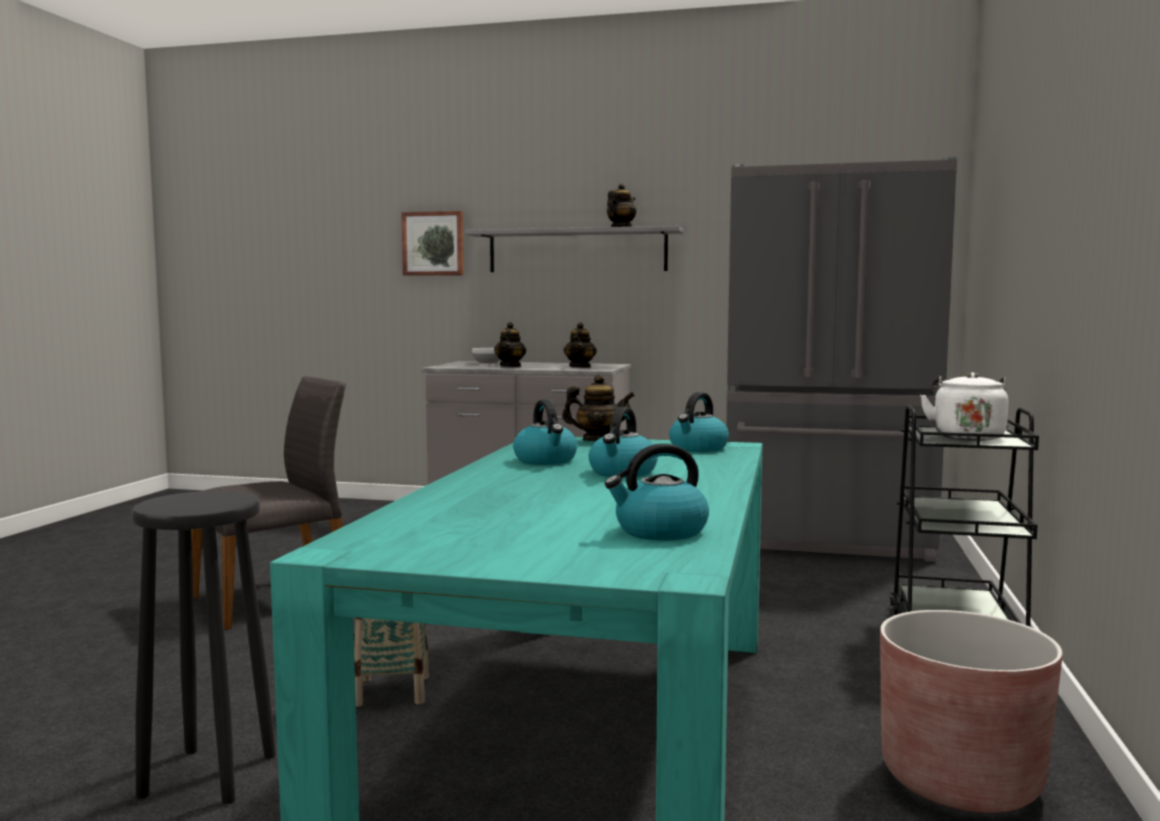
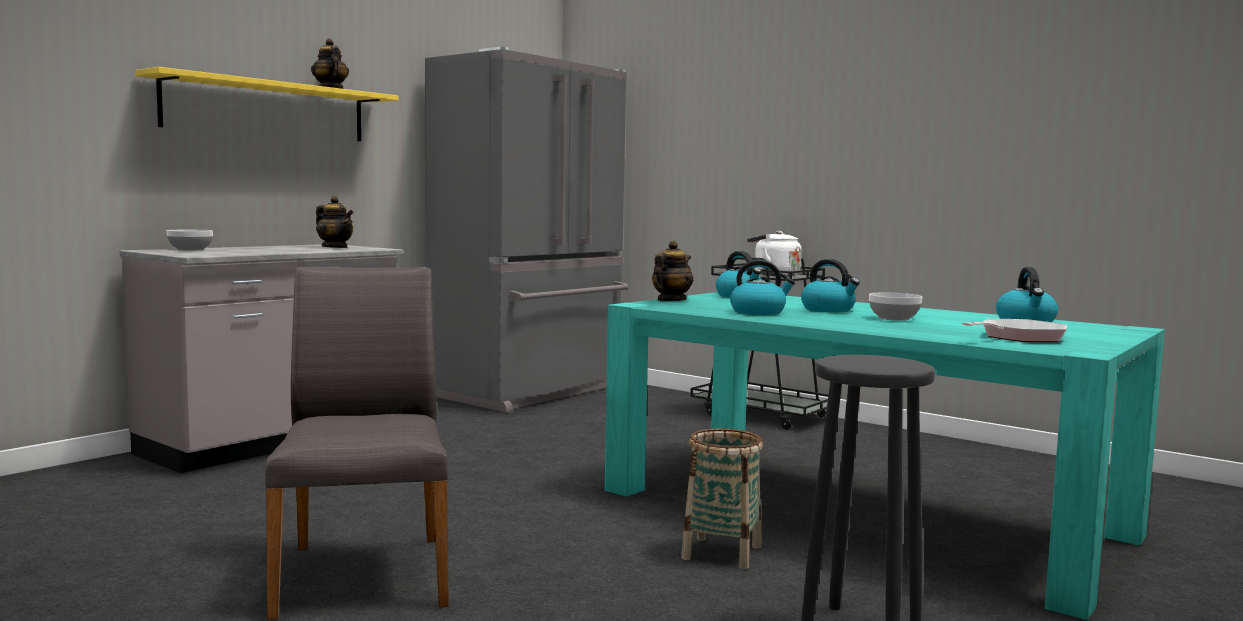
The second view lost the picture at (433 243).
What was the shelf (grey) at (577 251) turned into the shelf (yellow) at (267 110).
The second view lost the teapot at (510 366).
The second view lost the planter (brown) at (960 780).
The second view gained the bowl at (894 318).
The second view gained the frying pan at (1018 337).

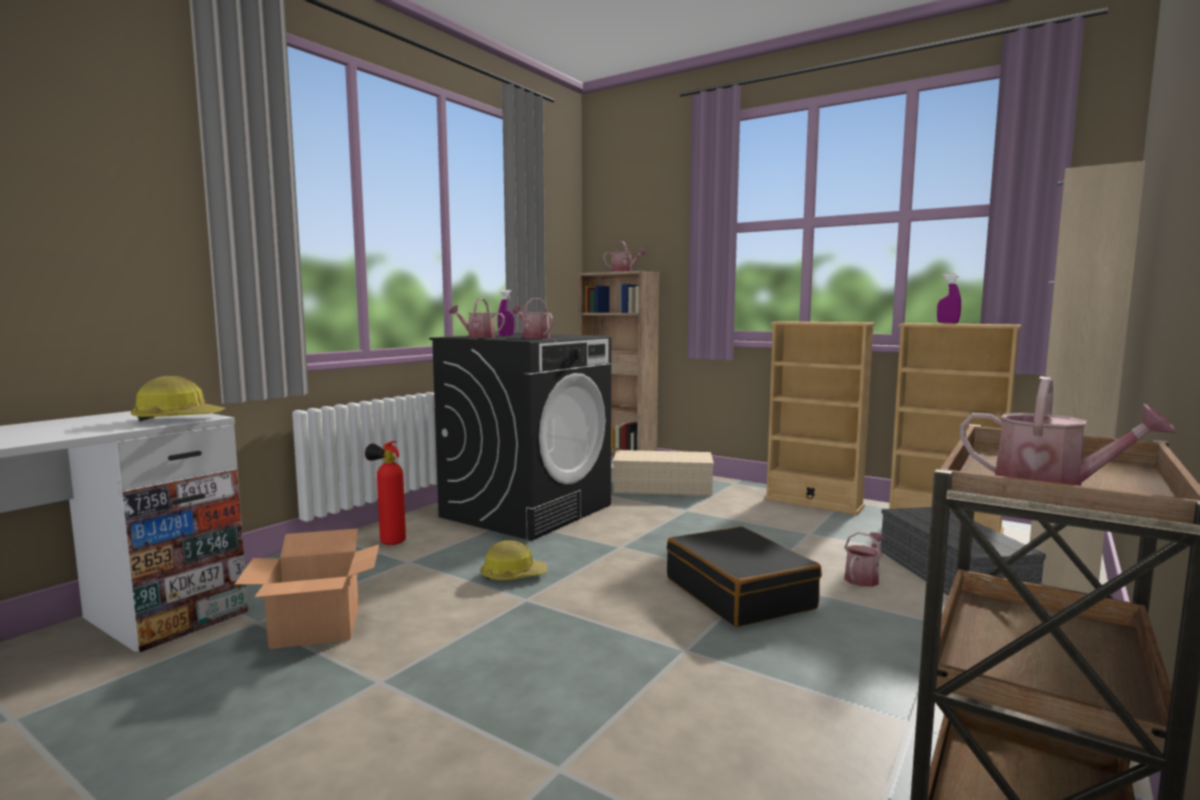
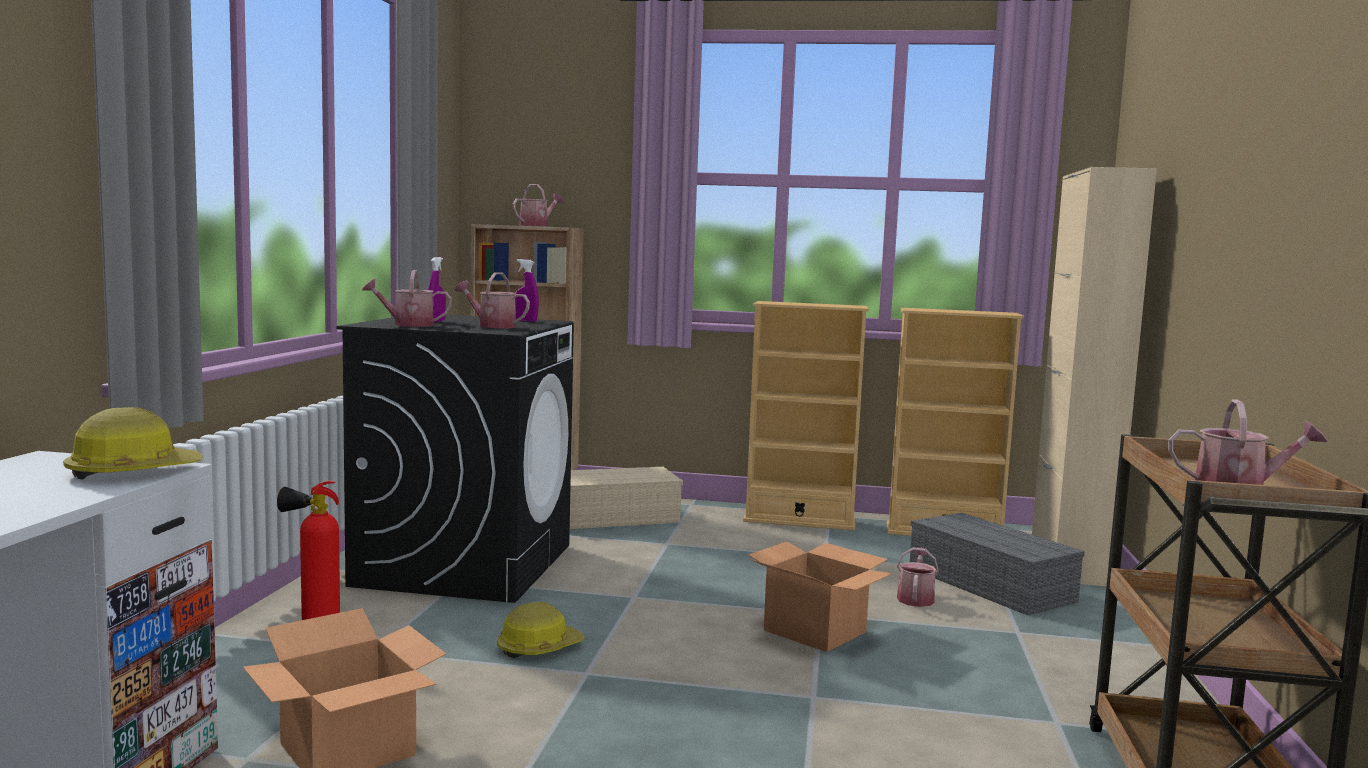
The spray bottle (purple) ended up elsewhere, having gone from (947 323) to (525 321).
Where the suitcase (black) stood at (739 593), the cardboard box came to stand at (813 631).

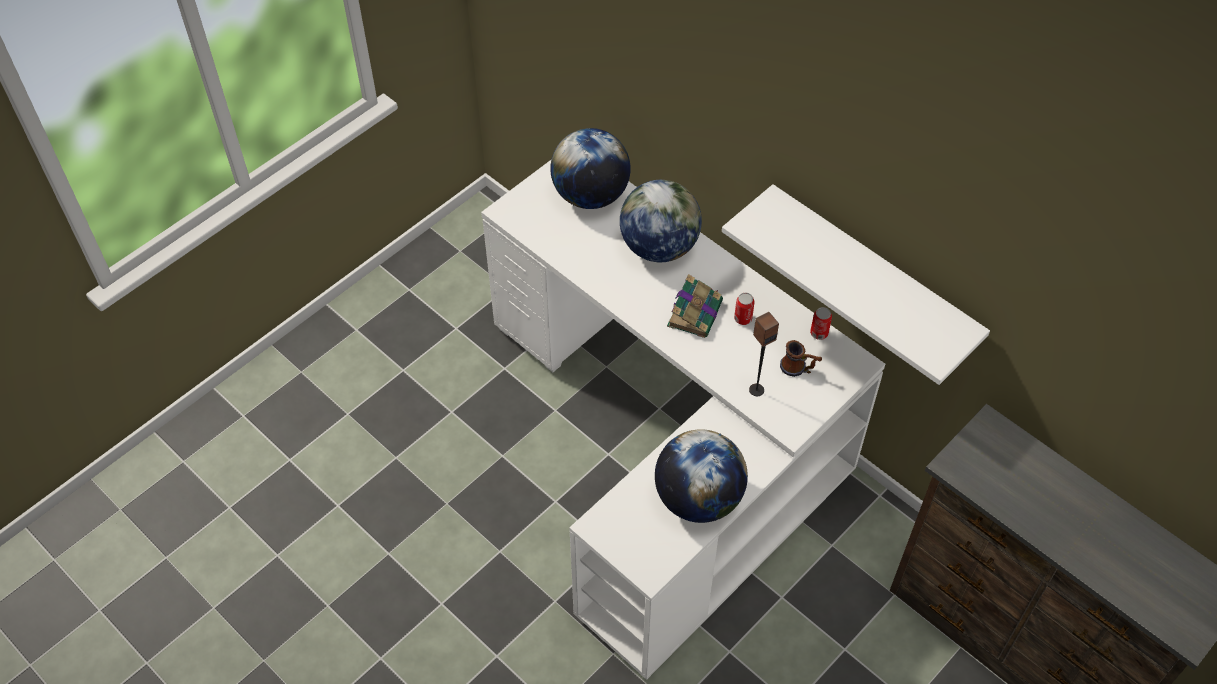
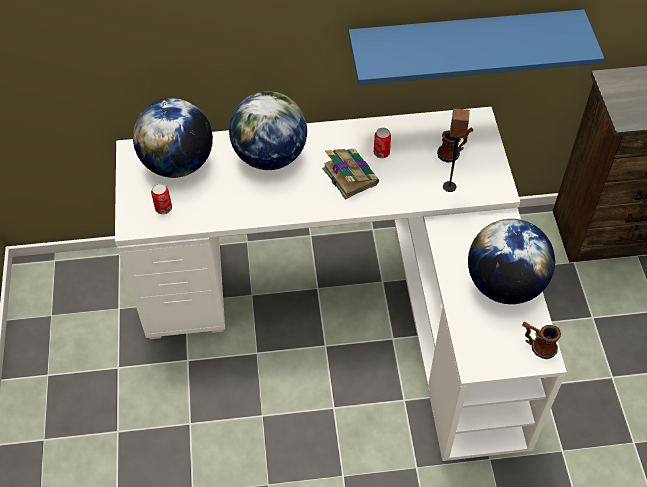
What was the shelf (white) at (871 276) turned into the shelf (blue) at (463 43).
The can ended up elsewhere, having gone from (819 333) to (163 208).
The second view gained the mug at (537 345).

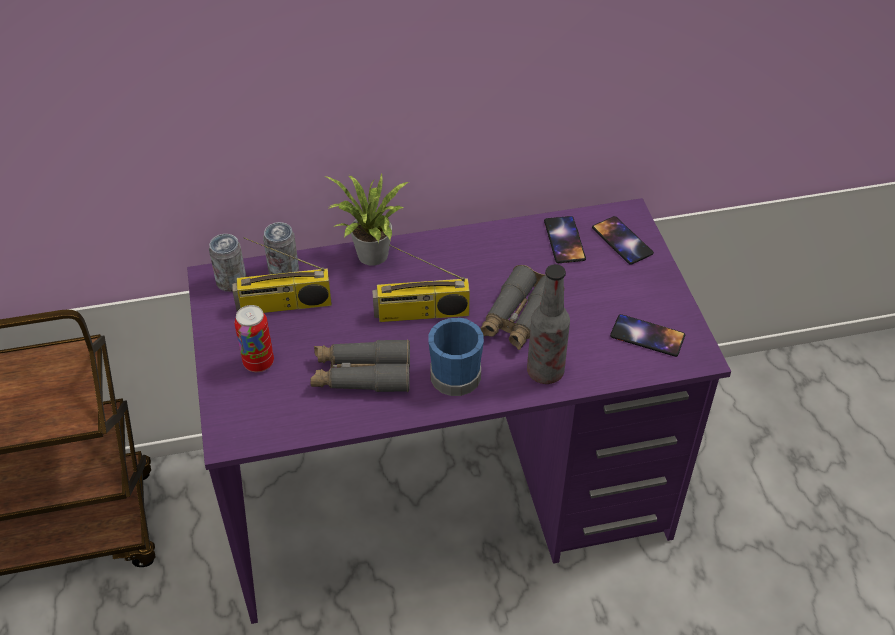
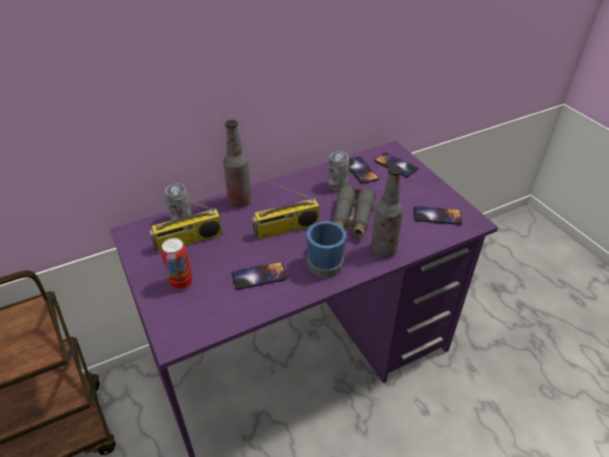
Where the potted plant stood at (371 257), the bottle came to stand at (239 201).
The can ended up elsewhere, having gone from (231 282) to (337 185).
Where the binoculars (grey) stood at (361 375), the phone came to stand at (259 276).

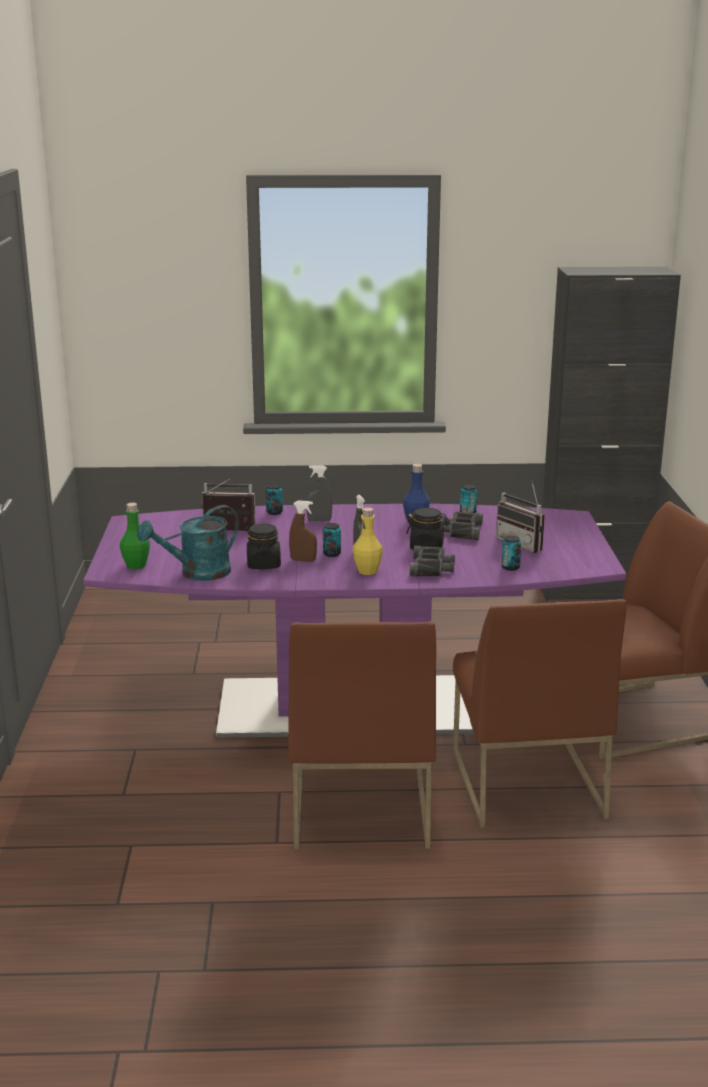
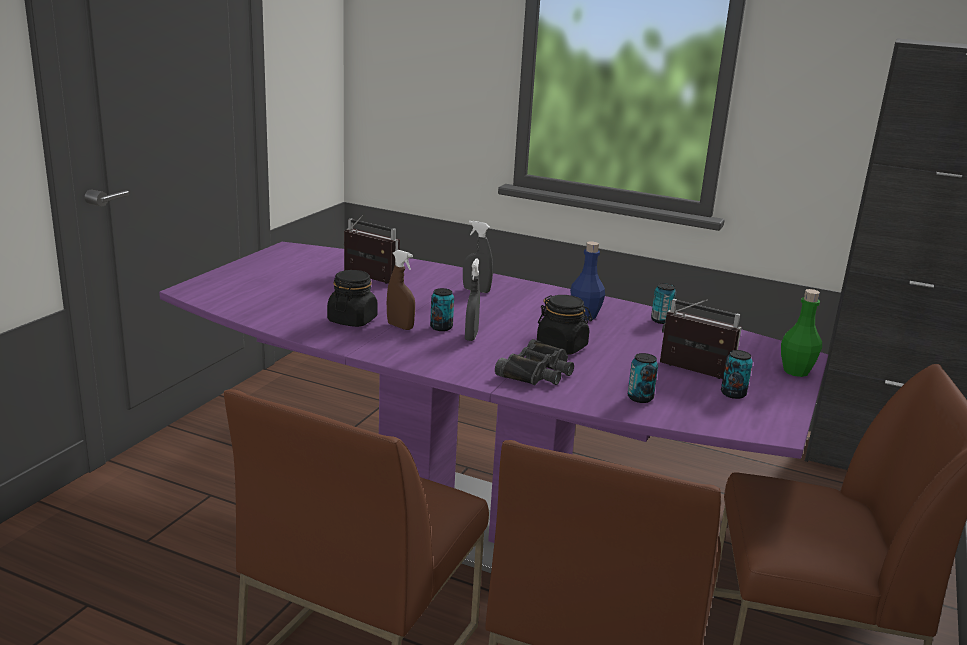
The radio at (523 544) ended up facing another way, 135 degrees clockwise from before.
The can ended up elsewhere, having gone from (274 512) to (733 394).
The bottle (green) ended up elsewhere, having gone from (136 565) to (796 371).
The second view lost the watering can (turquoise) at (197 573).
The second view lost the bottle (yellow) at (367 571).
The second view lost the binoculars (black) at (461 531).

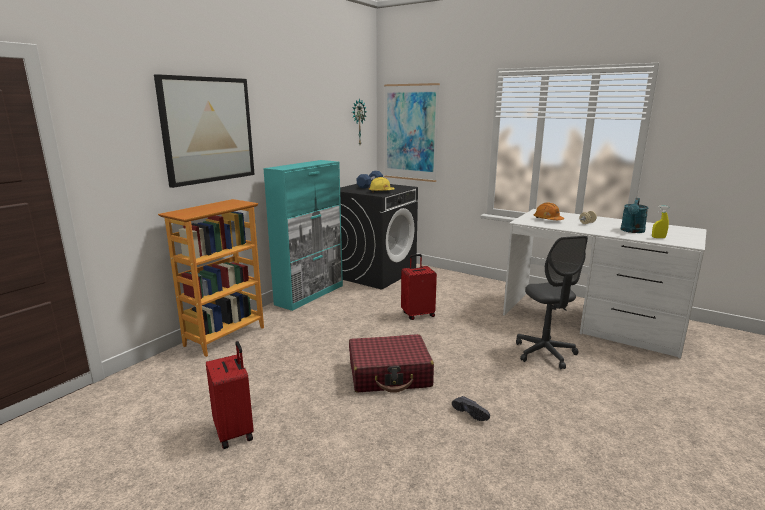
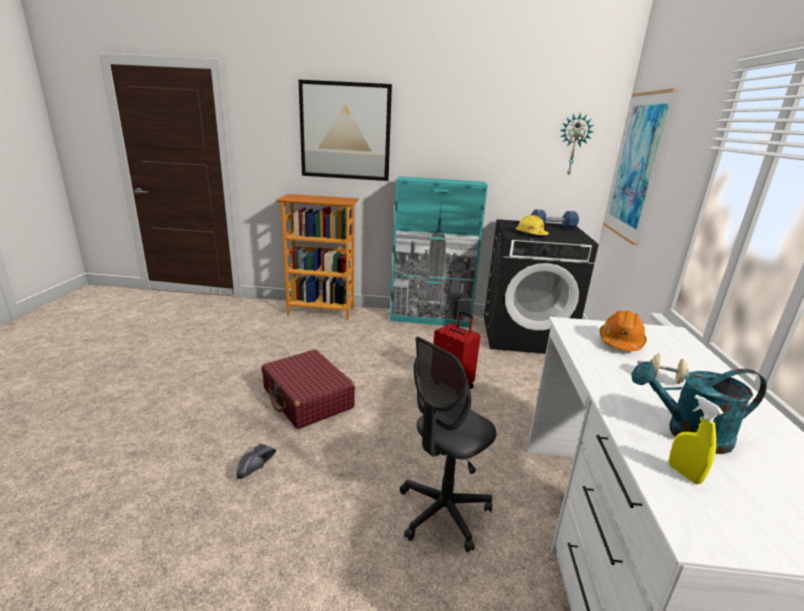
The second view lost the suitcase (red) at (235 432).

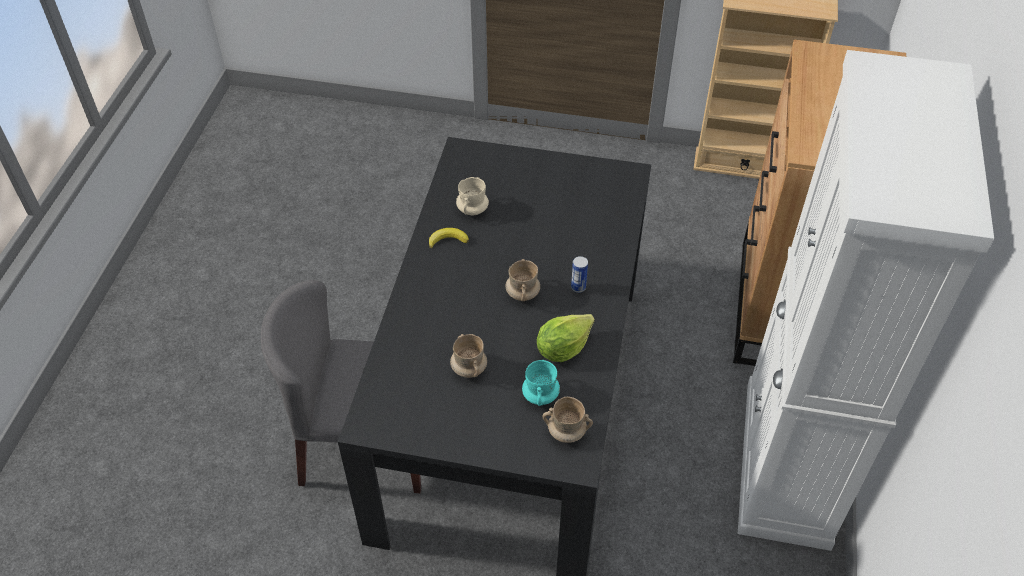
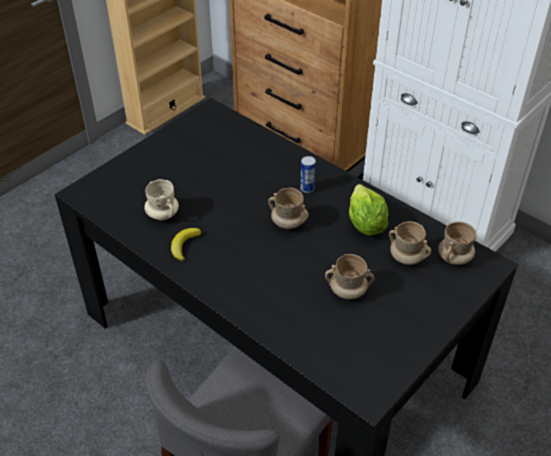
What was the mug (turquoise) at (540 395) turned into the mug (beige) at (407 258).

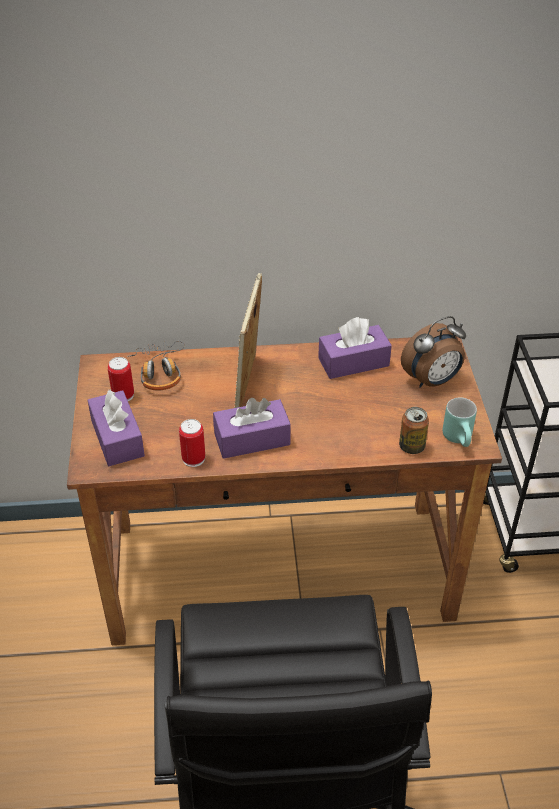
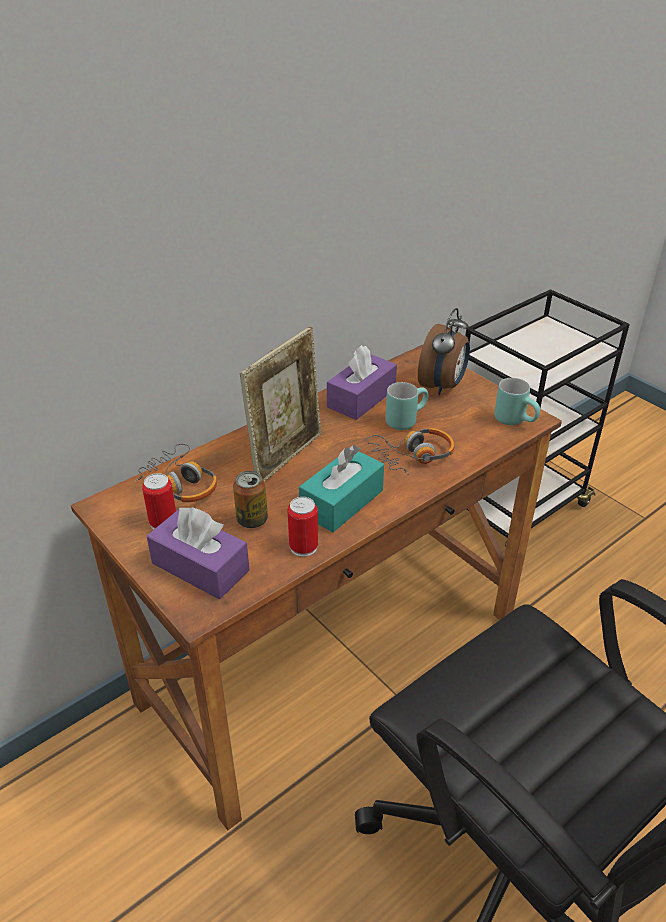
The picture frame at (248 385) ended up facing another way, 120 degrees counterclockwise from before.
What was the tissue box (purple) at (252 439) turned into the tissue box (turquoise) at (341 502).
The can ended up elsewhere, having gone from (411 446) to (252 520).
The second view gained the mug (turquoise) at (405 419).
The second view gained the headphones at (413 456).

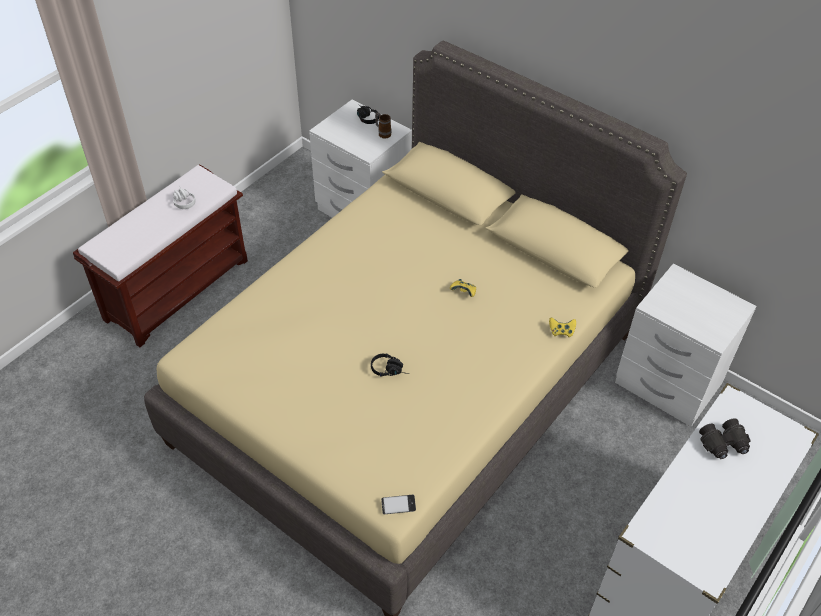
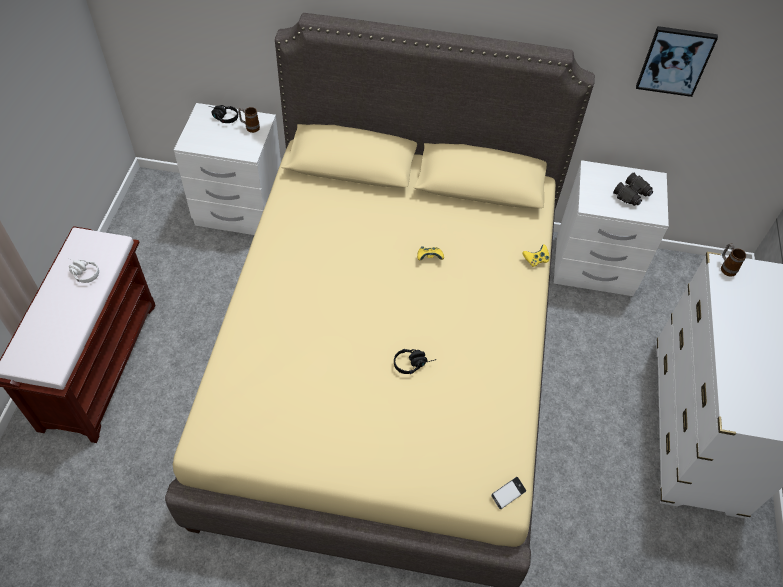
The binoculars (black) ended up elsewhere, having gone from (723 444) to (632 195).
The second view gained the picture at (675 60).
The second view gained the mug at (726 267).

